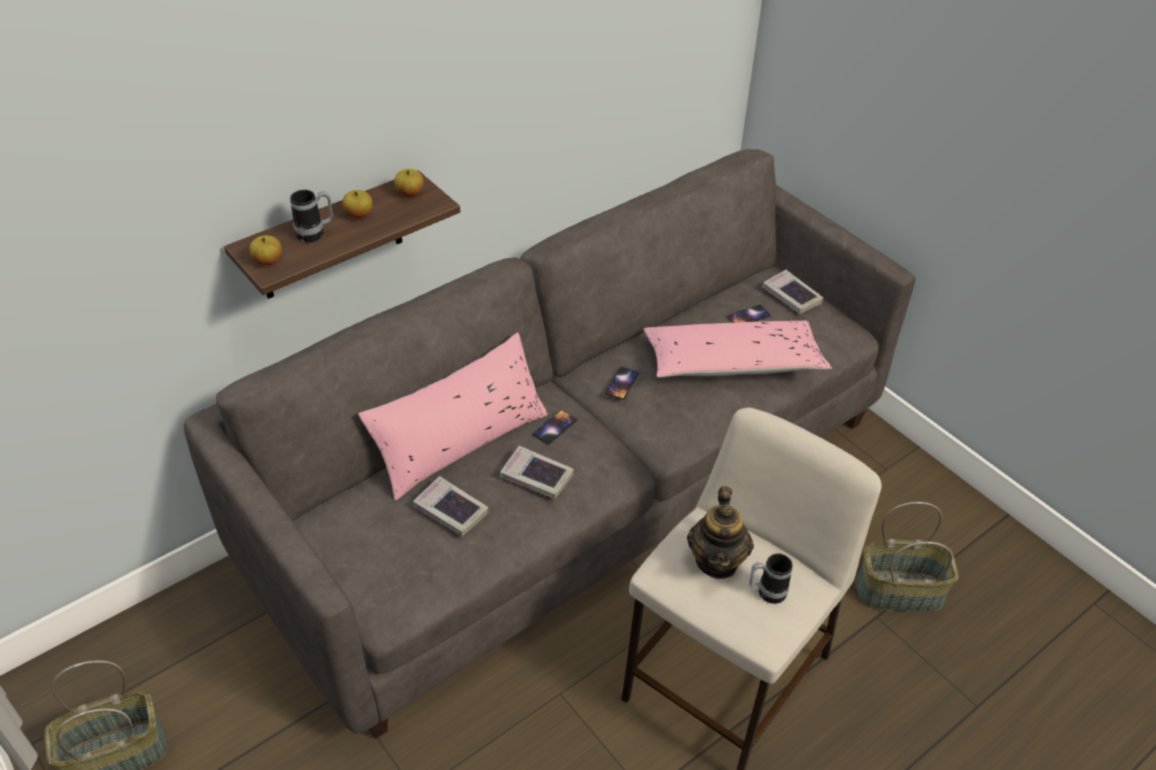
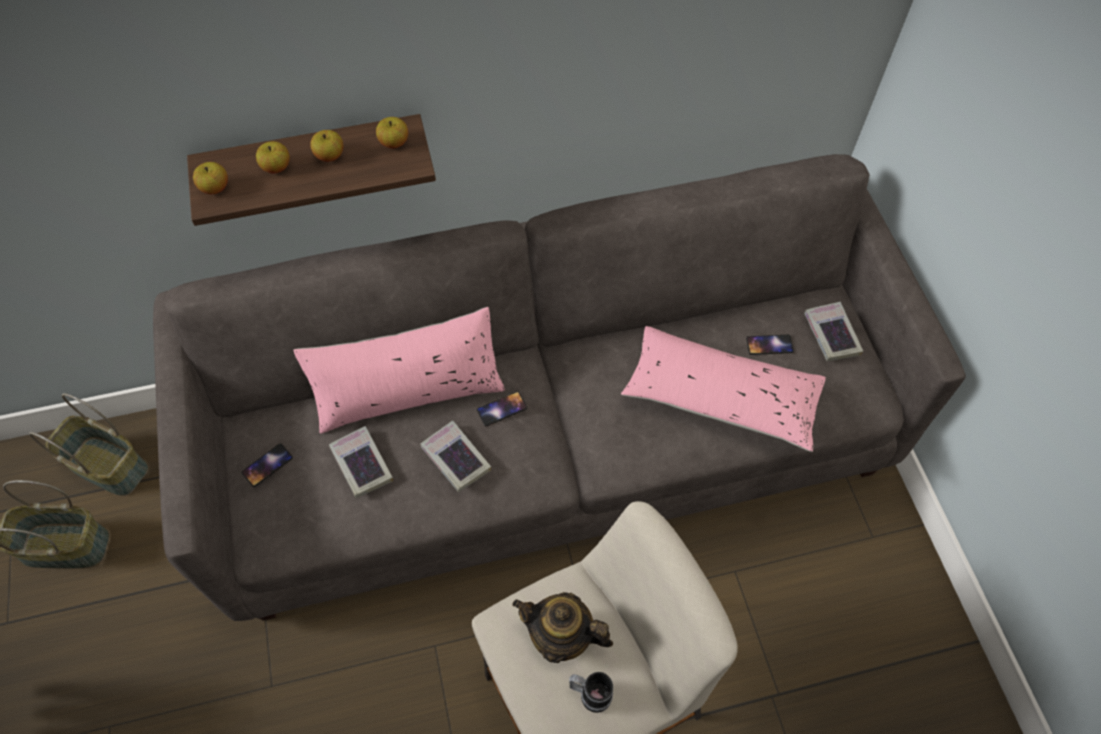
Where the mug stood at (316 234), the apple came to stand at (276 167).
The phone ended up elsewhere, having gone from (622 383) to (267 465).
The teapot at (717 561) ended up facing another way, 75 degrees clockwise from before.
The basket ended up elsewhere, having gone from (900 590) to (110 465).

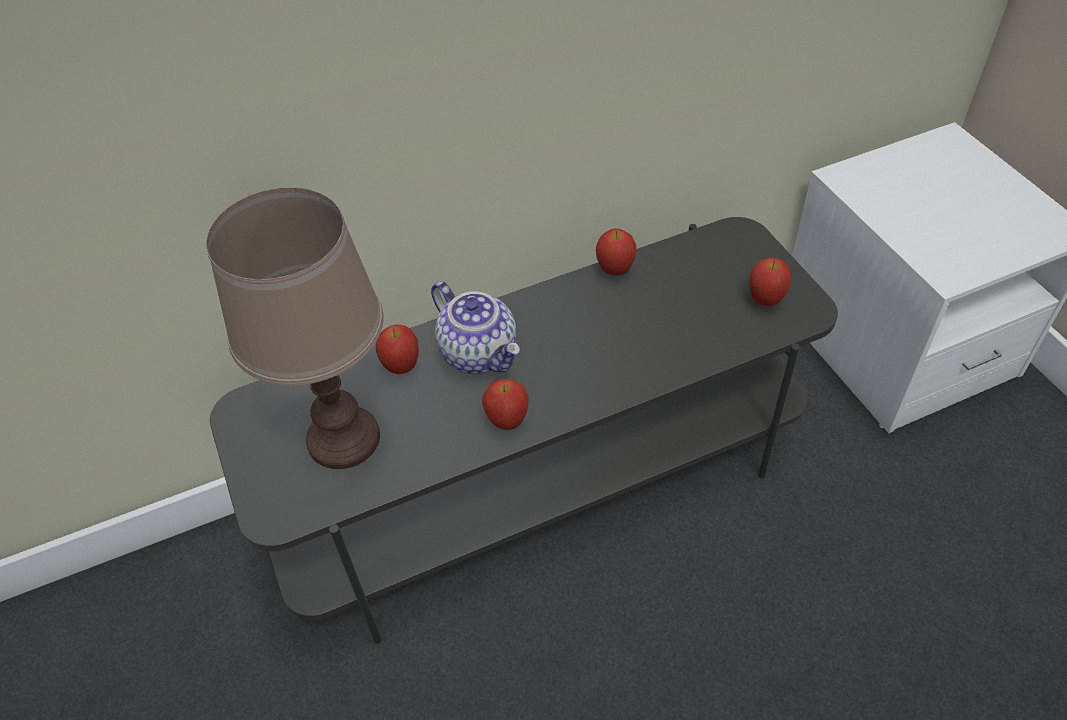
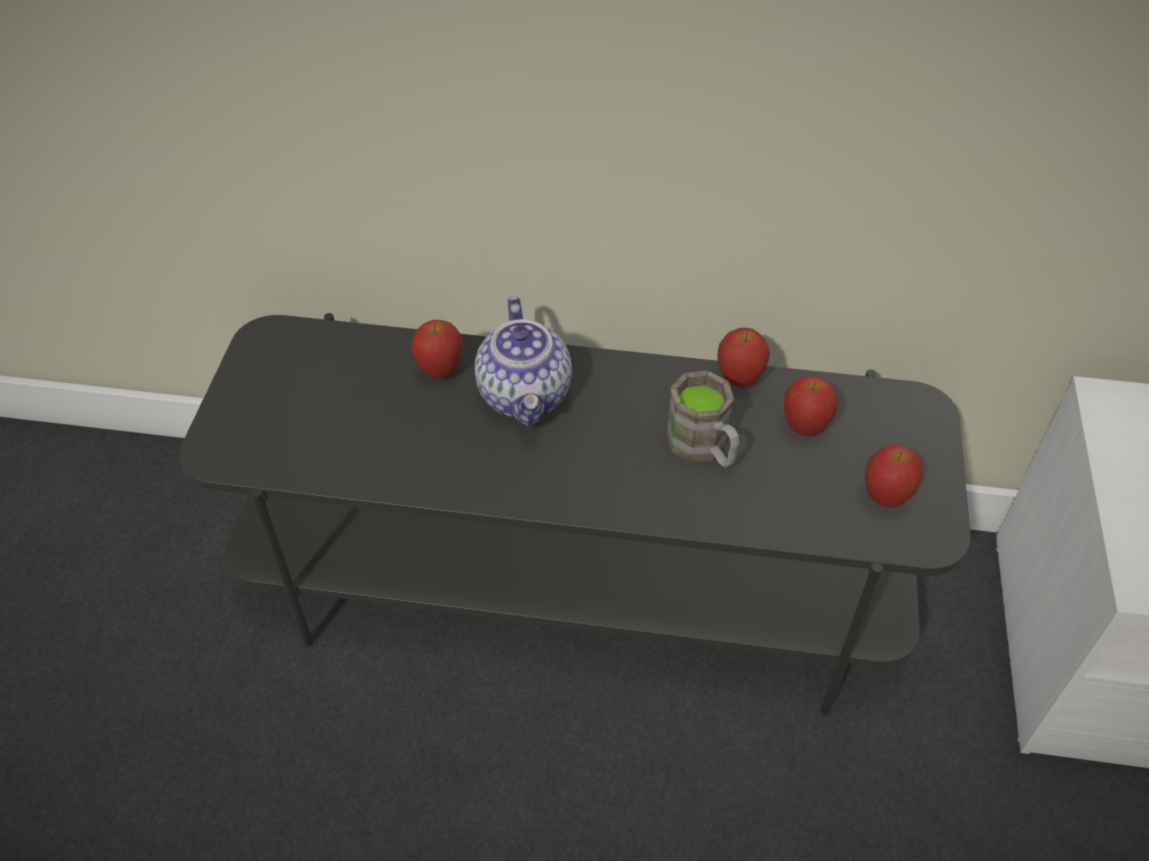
The second view lost the table lamp (brown) at (344 438).
The apple ended up elsewhere, having gone from (507 421) to (804 427).
The second view gained the mug (brown) at (704 448).

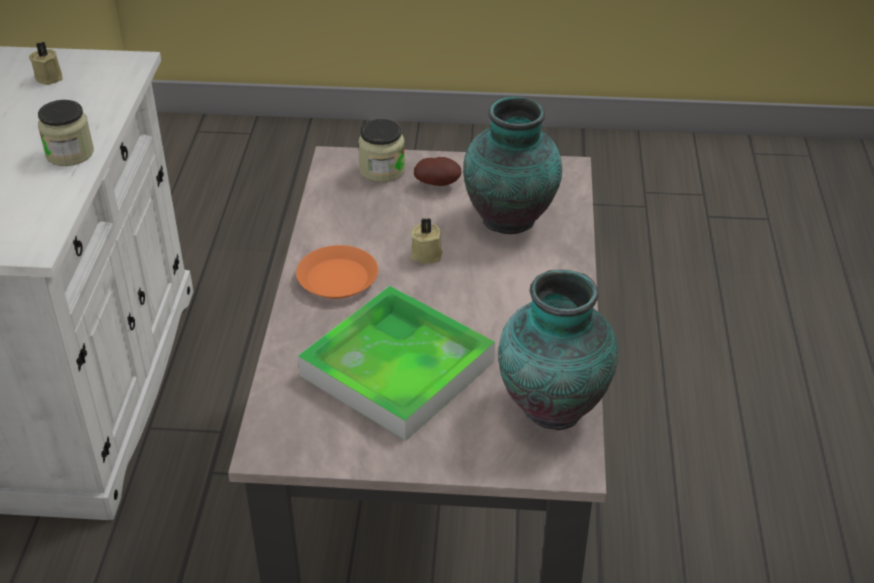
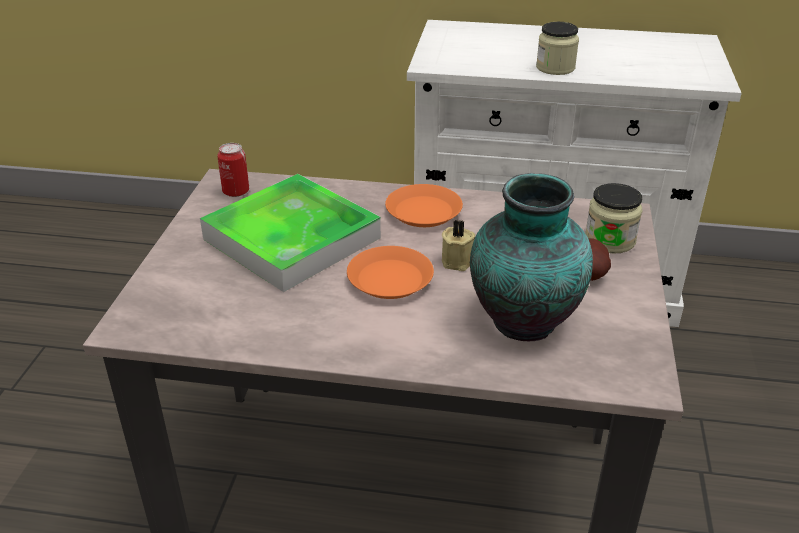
The second view lost the candle (beige) at (50 77).
The second view lost the vase at (553 404).
The second view gained the can at (236 192).
The second view gained the plate (orange) at (389 279).

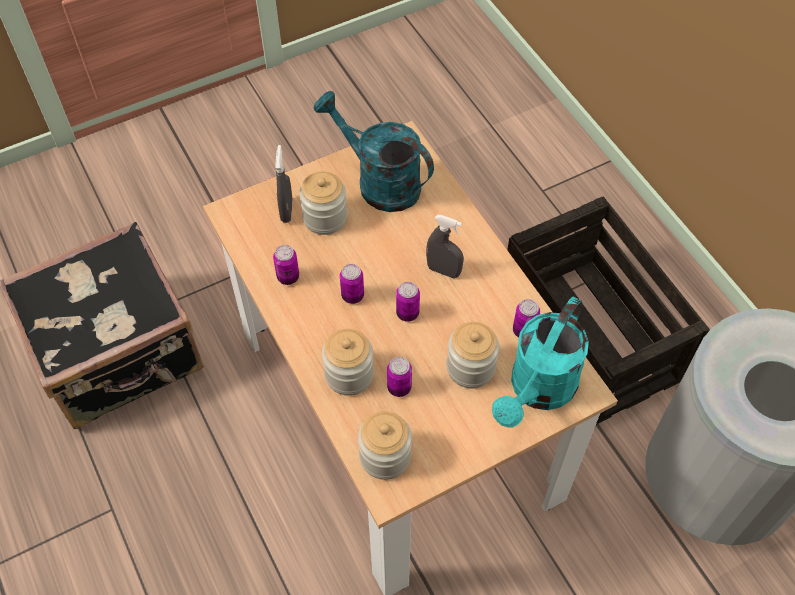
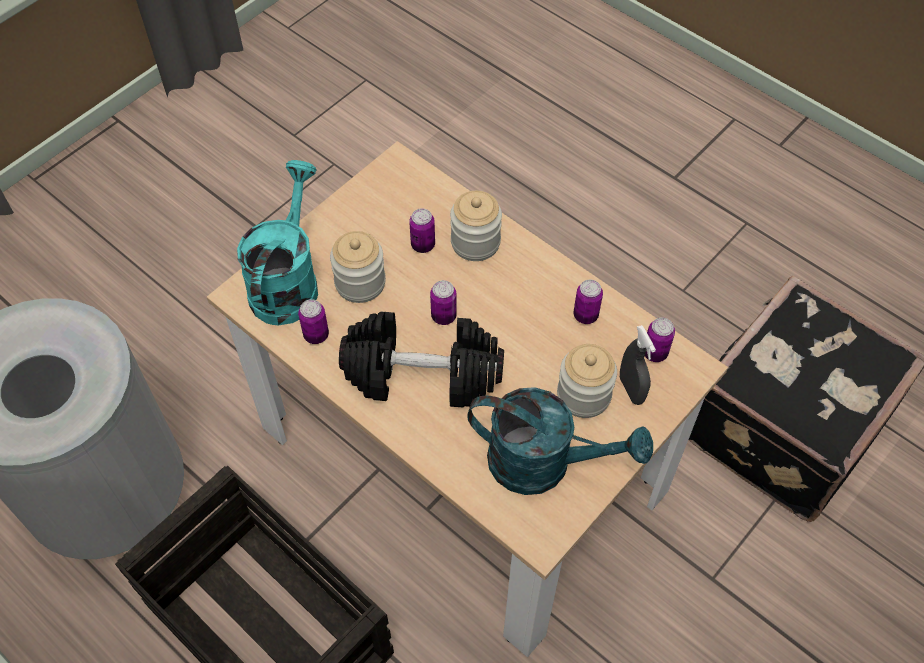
Where the spray bottle (grey) stood at (443 270), the dumbbell (black) came to stand at (423 374).
The can ended up elsewhere, having gone from (352 296) to (655 353).
The second view lost the jar at (385 456).

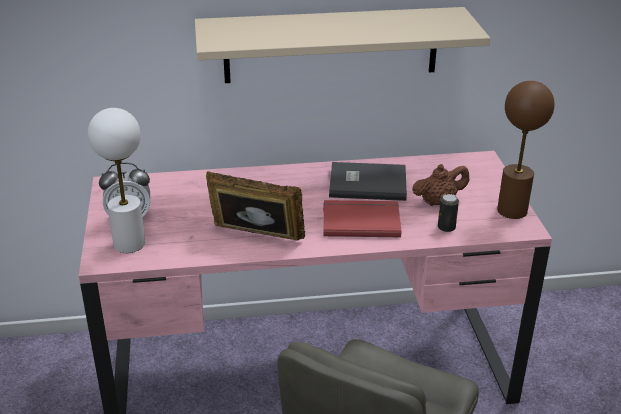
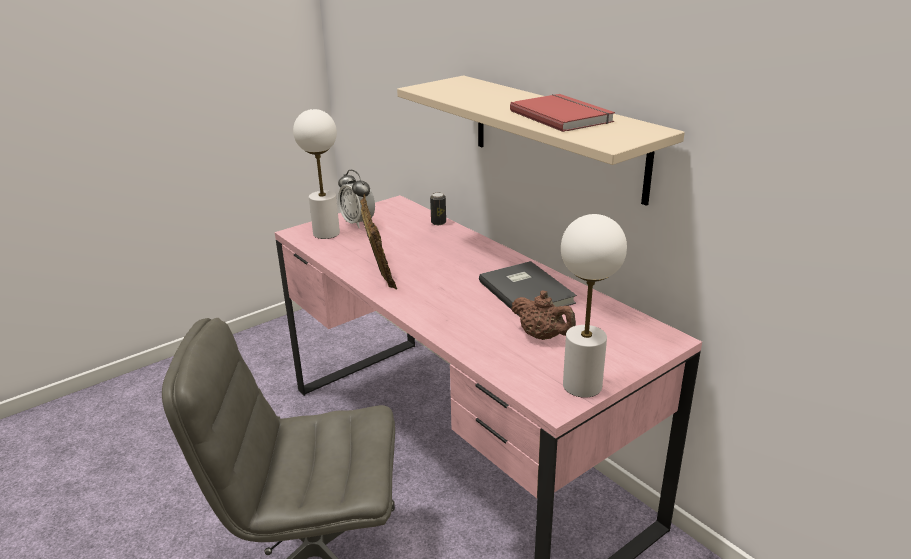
What was the table lamp (brown) at (511 211) turned into the table lamp (white) at (581 385).
The can ended up elsewhere, having gone from (446 227) to (438 222).
The book (red) ended up elsewhere, having gone from (360 220) to (562 116).

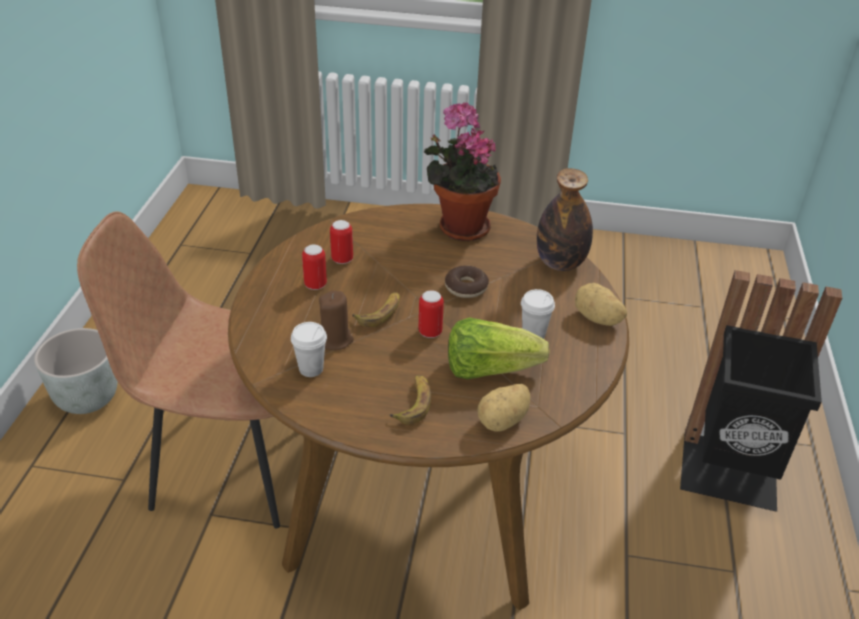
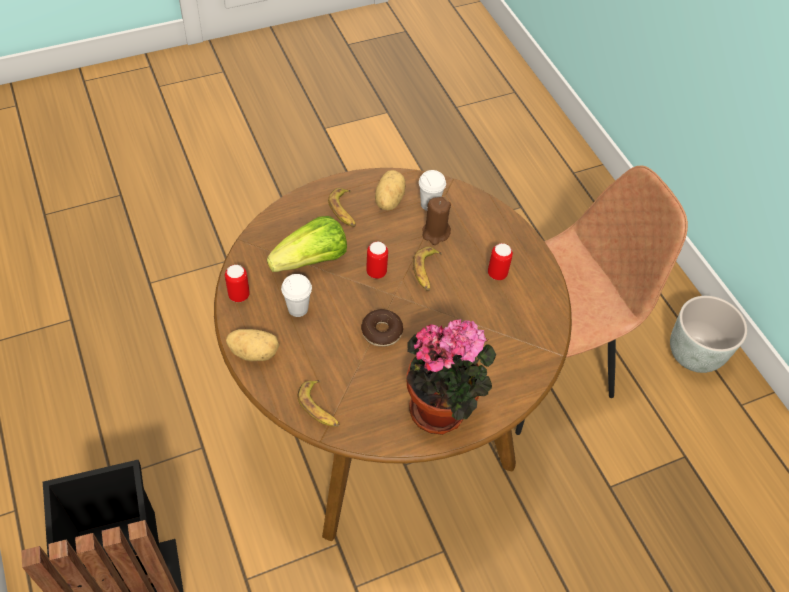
Where the bottle stood at (560 263), the banana came to stand at (319 408).
The can ended up elsewhere, having gone from (342 259) to (239 295).
The potato ended up elsewhere, having gone from (504 421) to (388 200).

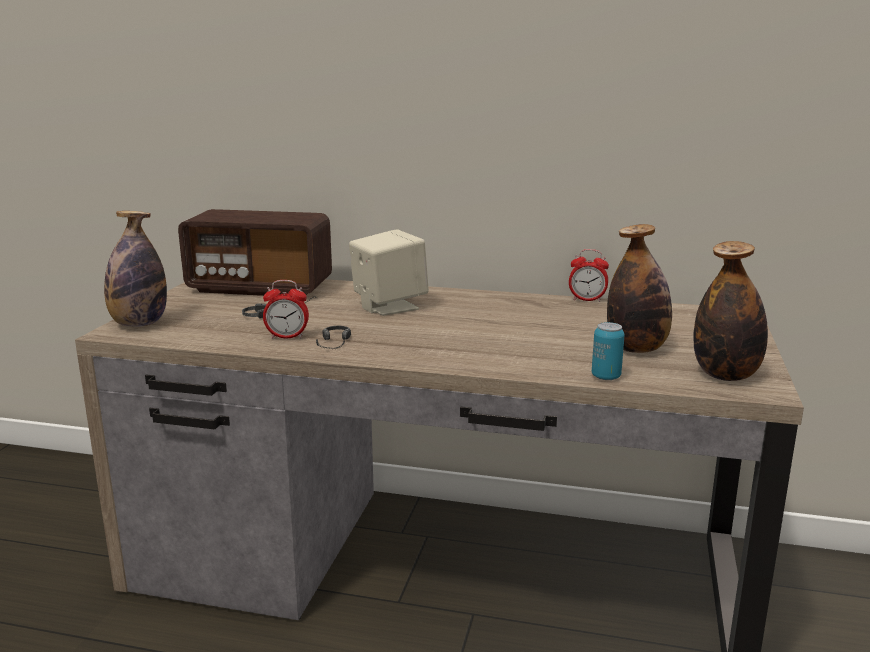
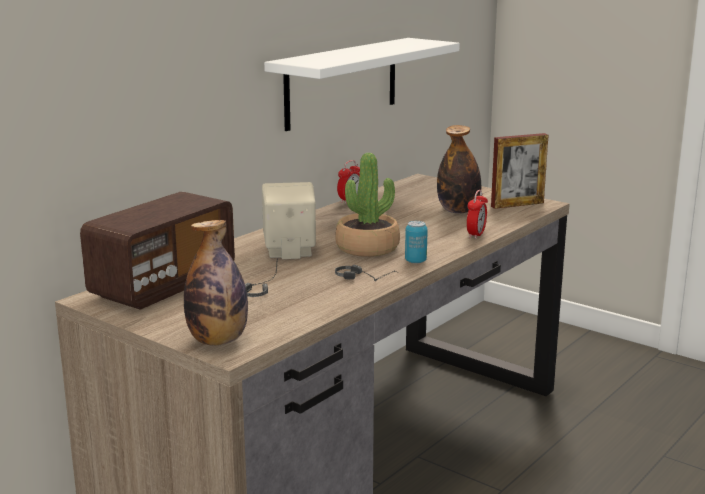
Where the bottle stood at (725 375), the picture frame came to stand at (517 205).
The alarm clock ended up elsewhere, having gone from (287 337) to (476 235).
The can ended up elsewhere, having gone from (606 377) to (415 261).
The second view gained the shelf (white) at (342 82).
The second view gained the potted plant at (367 248).

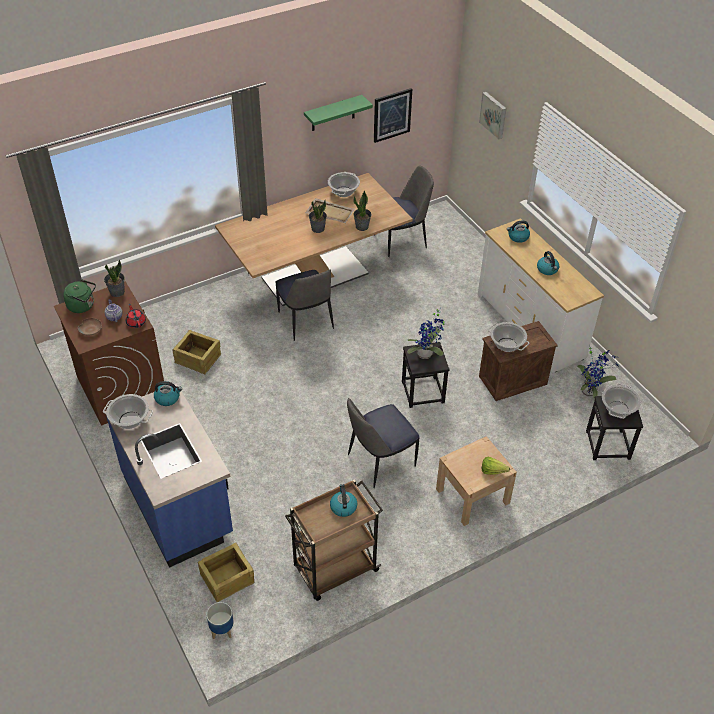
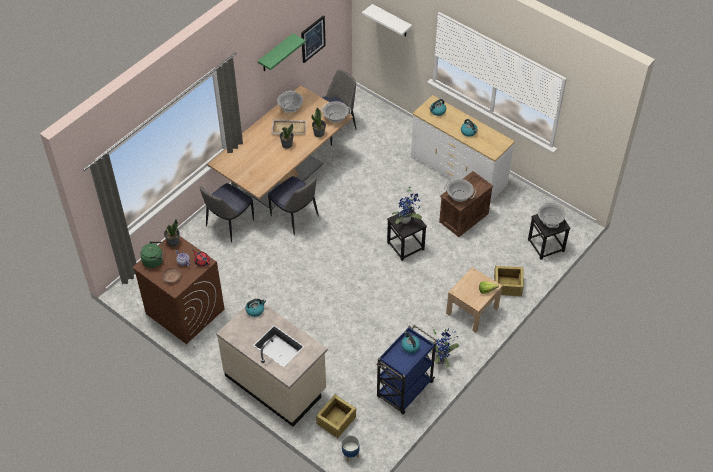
Where the picture hung at (494 115), the shelf (white) came to hang at (391 21).
The crate ended up elsewhere, having gone from (198 359) to (508 286).
The potted plant ended up elsewhere, having gone from (590 391) to (441 358).
What was the counter (blue) at (179 505) turned into the counter (beige) at (276 383).
The cooking pot ended up elsewhere, having gone from (129 420) to (335 117).
The chair ended up elsewhere, having gone from (379 461) to (229 224).
What was the cart (brown) at (334 569) turned into the cart (blue) at (404 390).

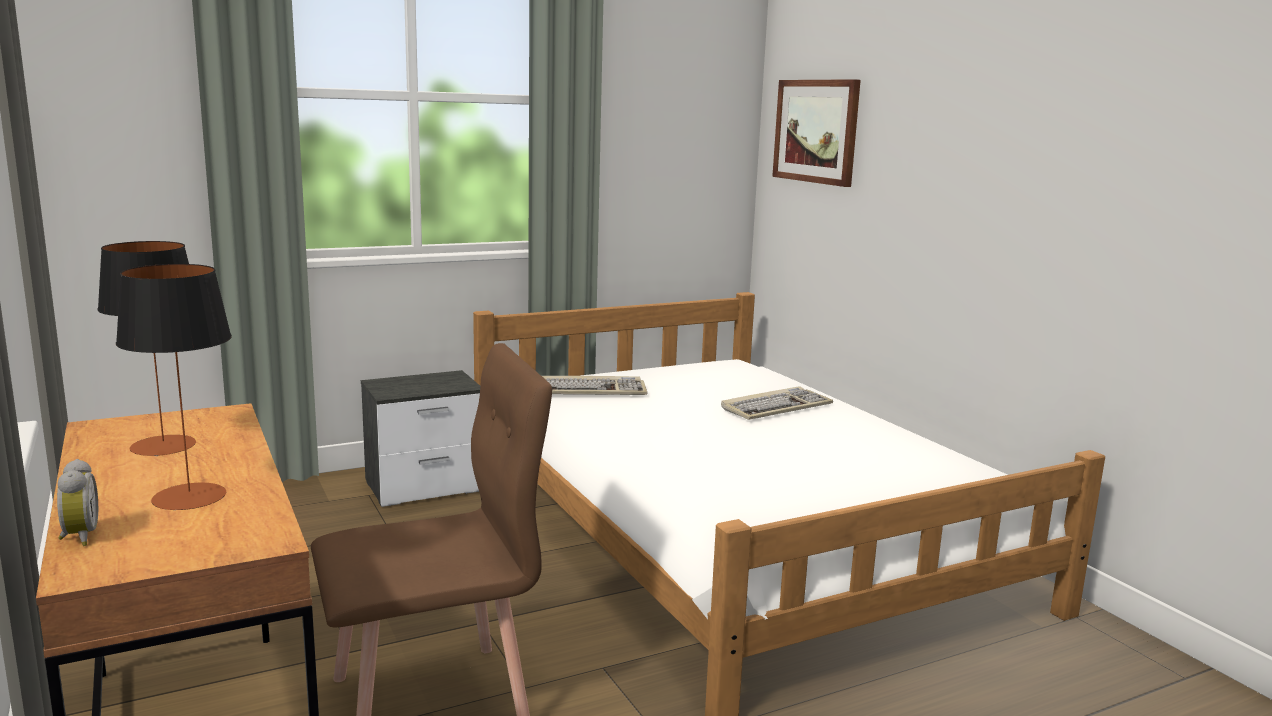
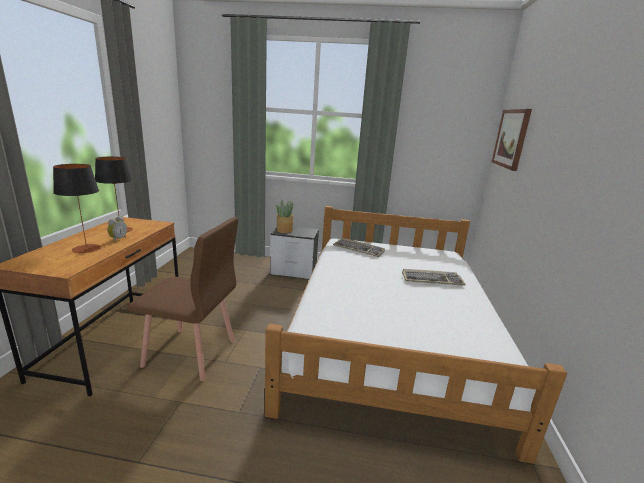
The alarm clock ended up elsewhere, having gone from (78 537) to (117 239).
The second view gained the potted plant at (284 230).

